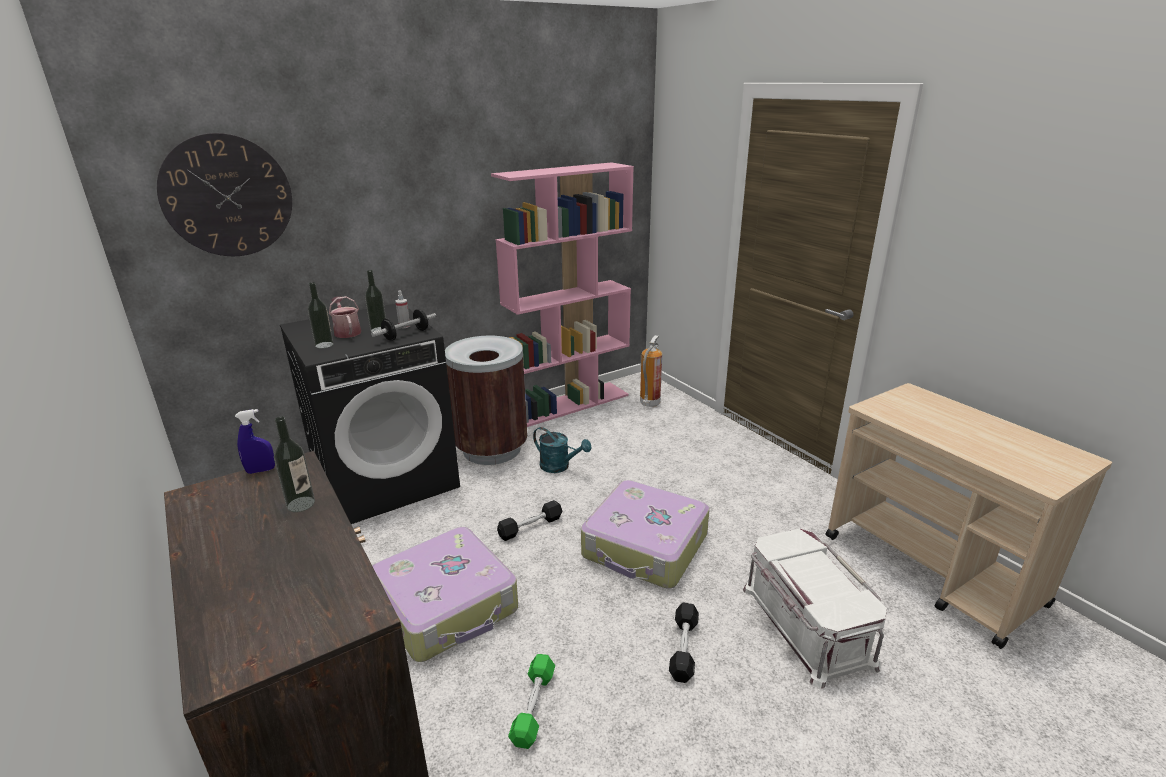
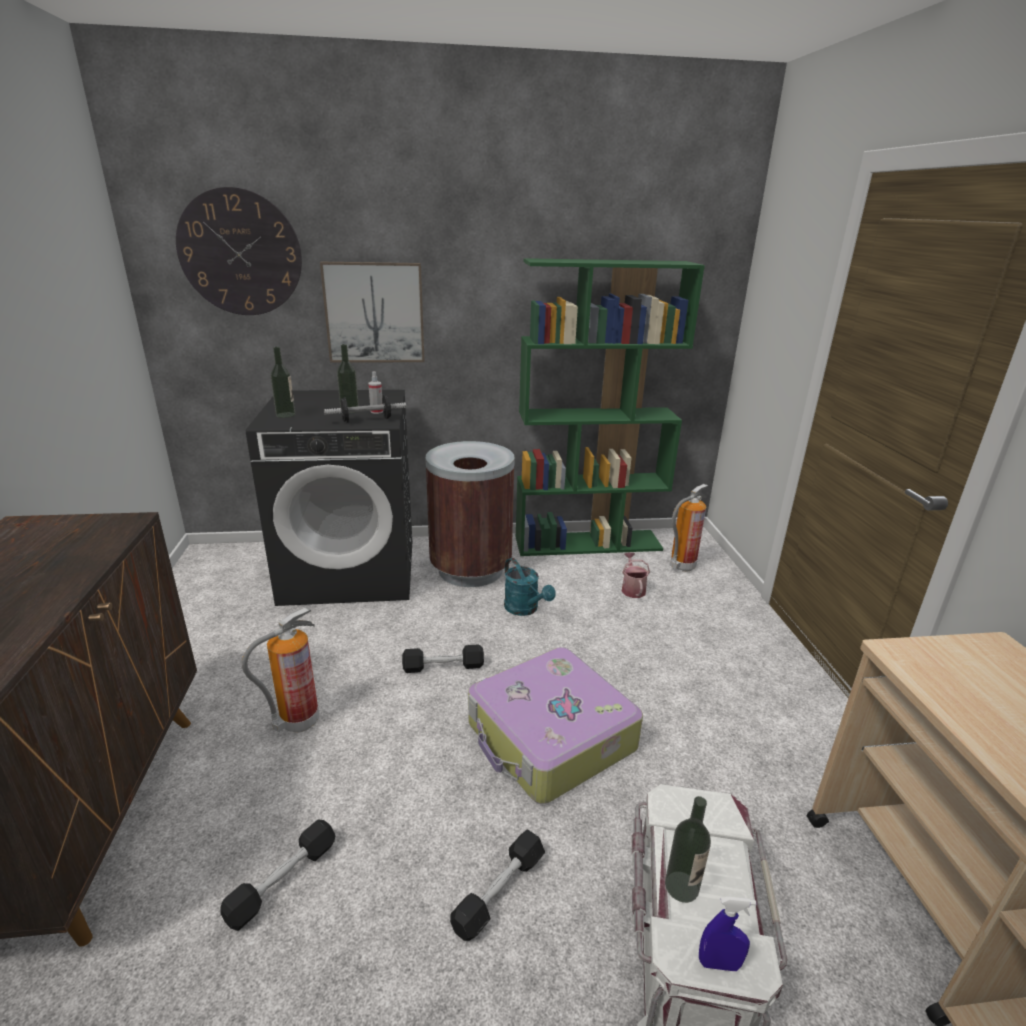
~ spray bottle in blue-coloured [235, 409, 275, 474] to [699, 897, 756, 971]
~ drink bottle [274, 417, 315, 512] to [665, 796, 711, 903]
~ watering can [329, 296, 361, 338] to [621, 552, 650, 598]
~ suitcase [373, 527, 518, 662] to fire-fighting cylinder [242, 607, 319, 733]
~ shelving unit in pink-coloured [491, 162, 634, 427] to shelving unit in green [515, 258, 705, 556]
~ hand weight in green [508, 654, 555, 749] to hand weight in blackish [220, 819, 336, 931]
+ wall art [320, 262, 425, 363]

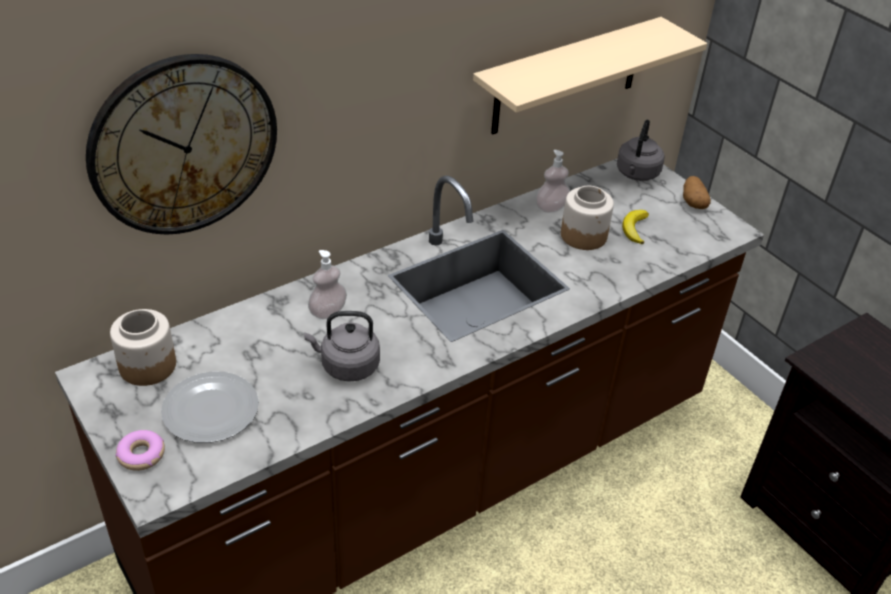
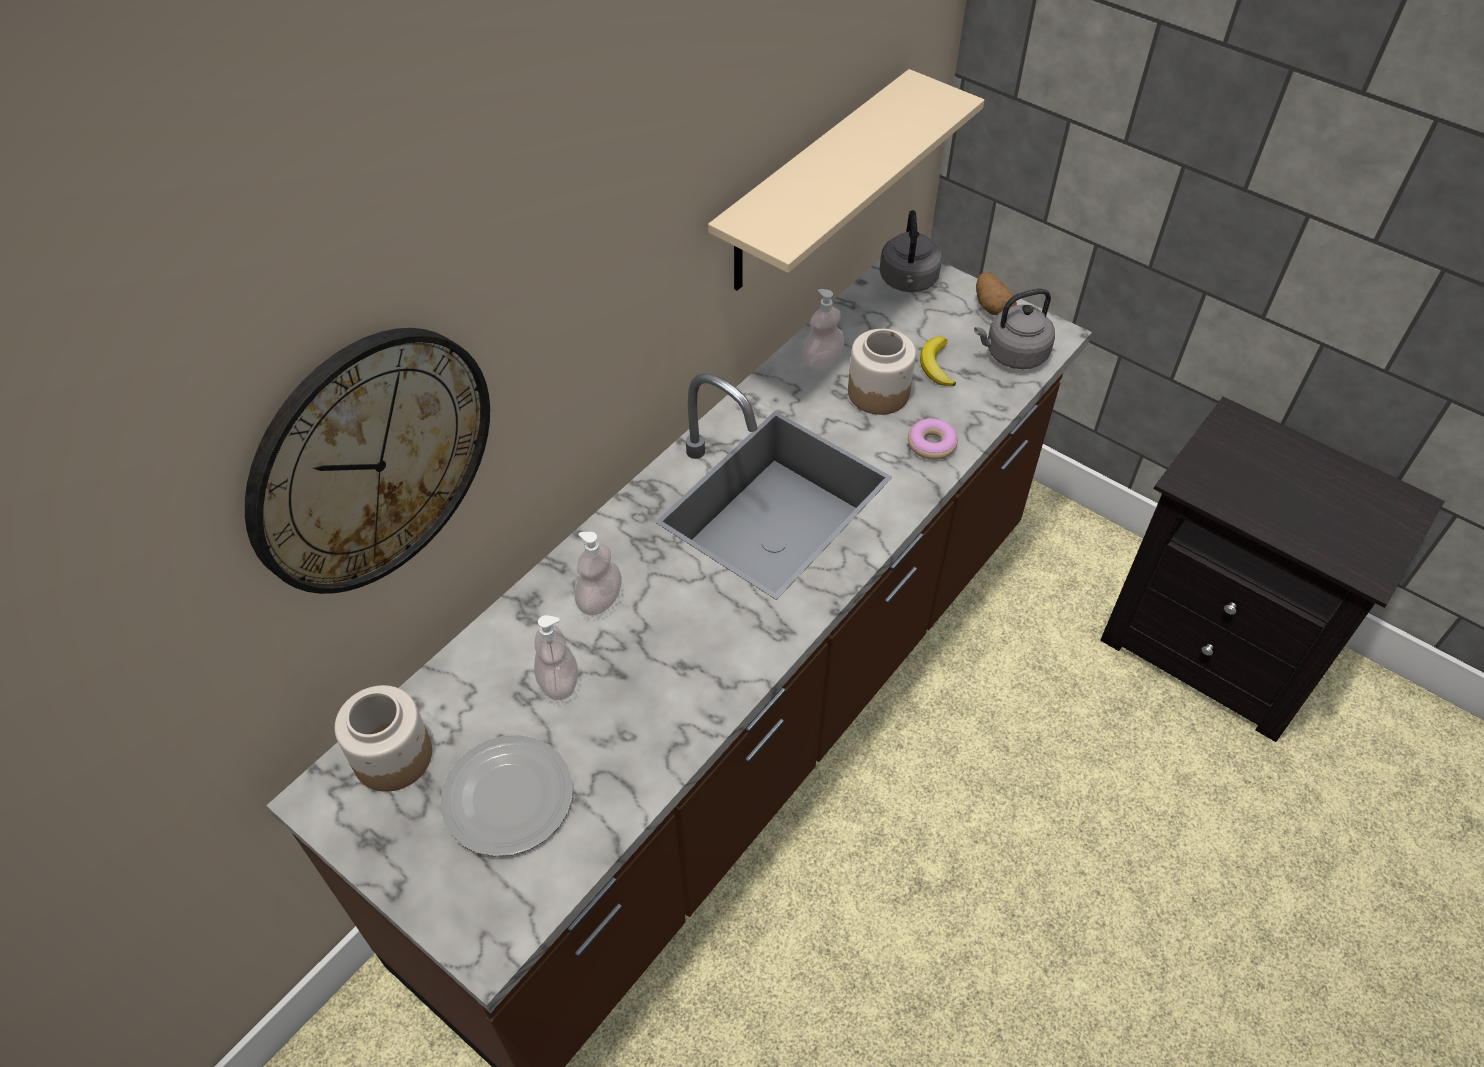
~ donut [115, 430, 165, 471] to [908, 418, 958, 460]
~ tea kettle in greyish [304, 311, 380, 382] to [974, 288, 1055, 369]
+ soap bottle [534, 615, 578, 700]

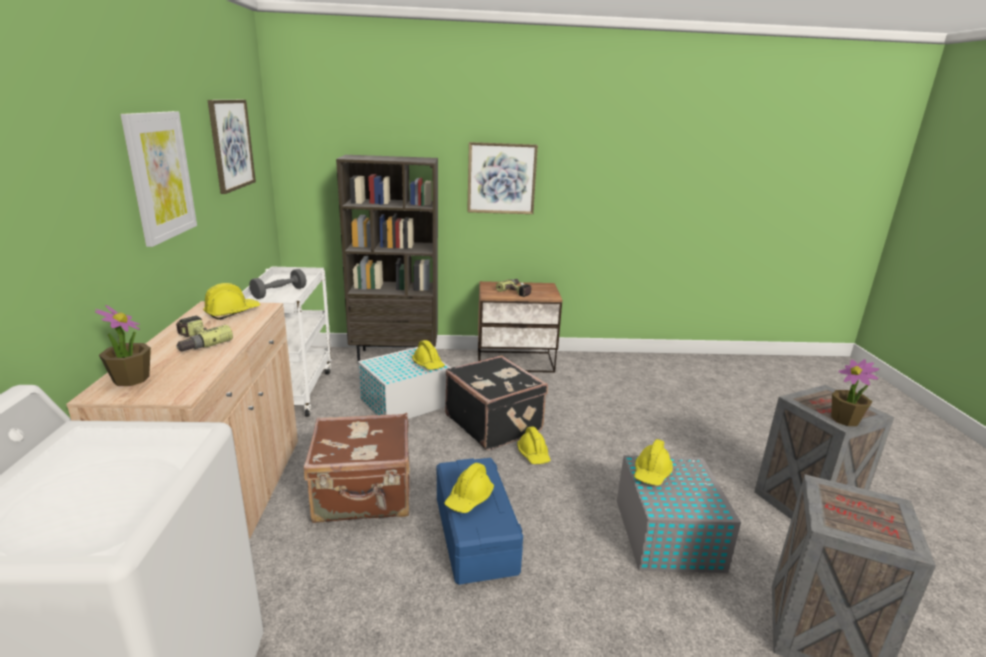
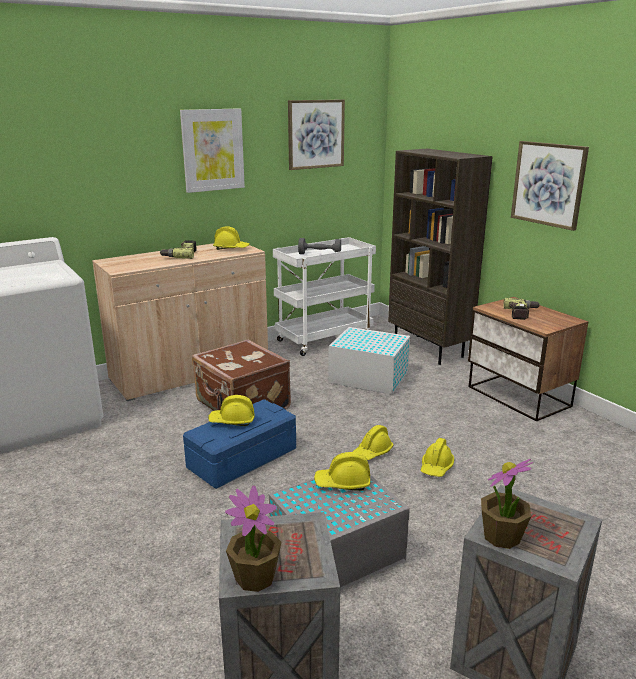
~ plant in a pot [95, 305, 151, 386] to [225, 485, 281, 592]
~ work helmet in yellow [412, 340, 445, 370] to [421, 438, 454, 477]
- suitcase in blackish [445, 355, 548, 450]

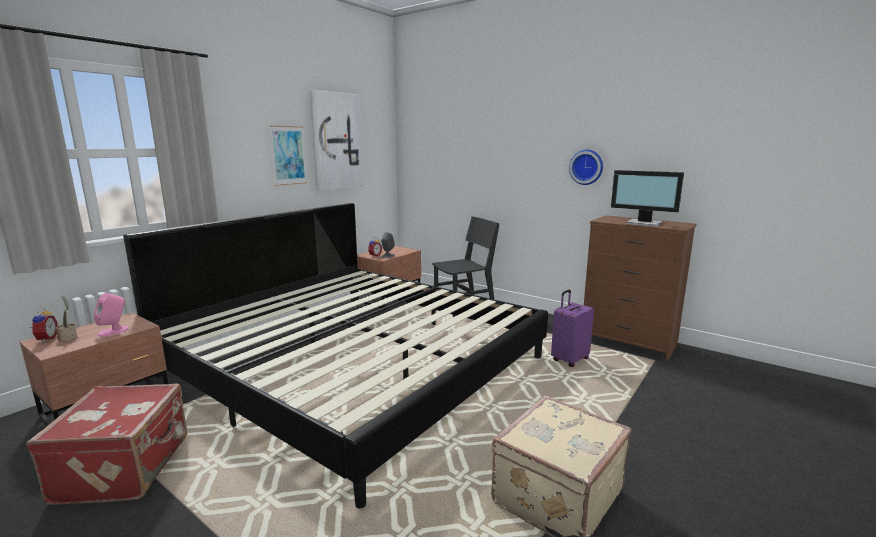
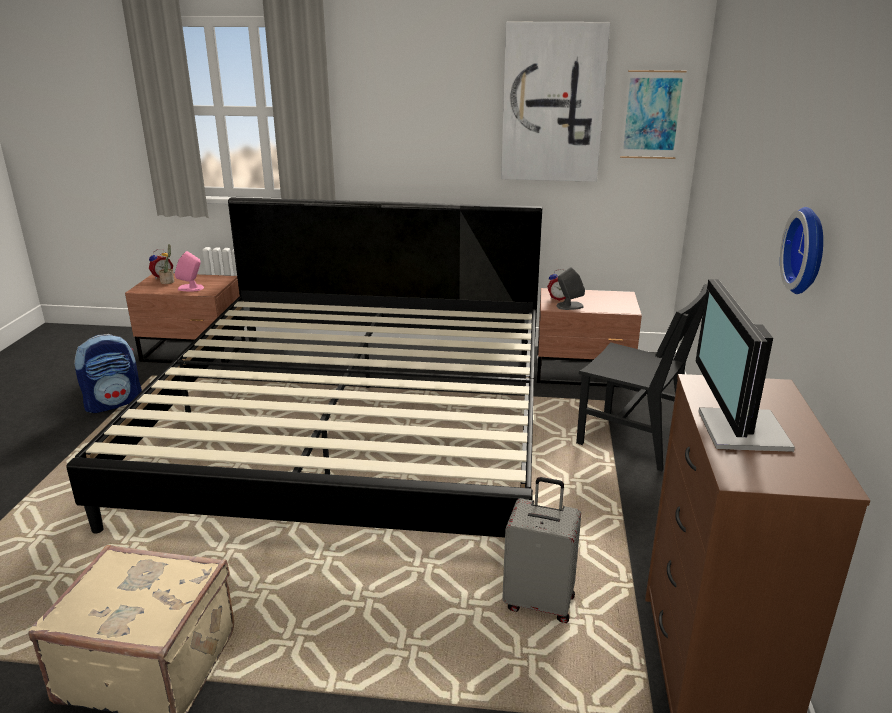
~ suitcase in red-coloured [26, 384, 187, 505] to knapsack [74, 334, 142, 413]
~ wall art [270, 126, 307, 186] to [620, 70, 687, 159]
~ suitcase in purple-coloured [551, 290, 594, 367] to suitcase in greyish [502, 477, 581, 623]

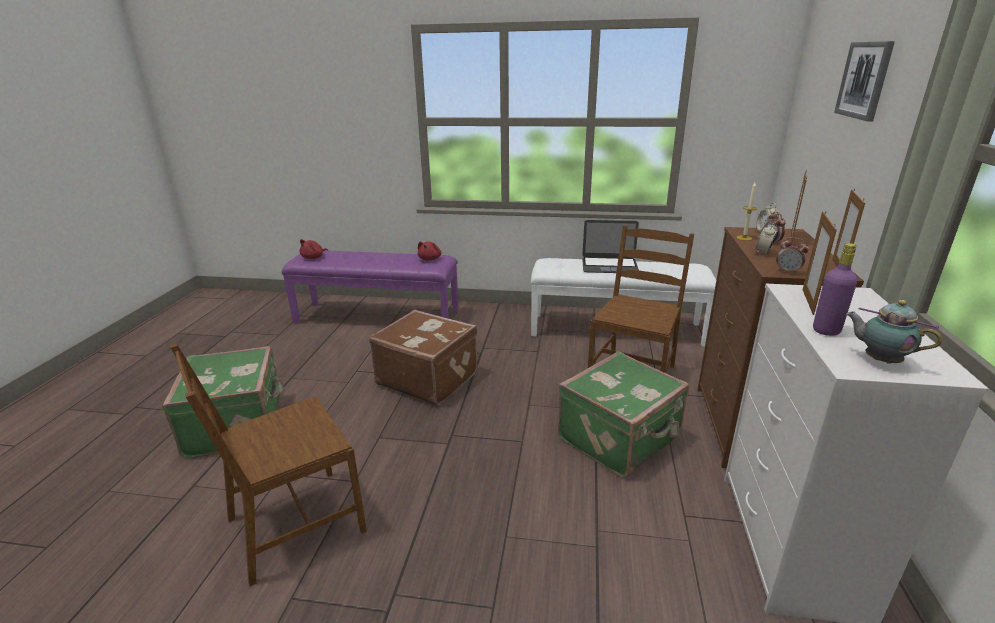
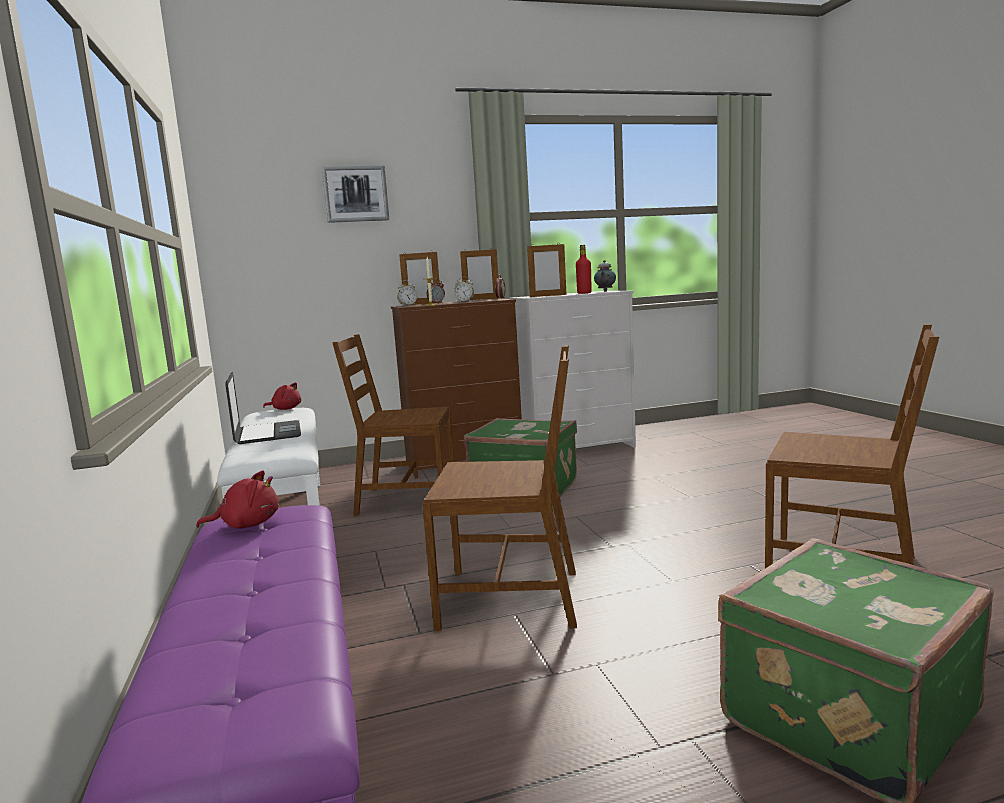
~ plush toy in red-coloured [300, 239, 328, 259] to [263, 382, 301, 410]
~ suitcase in brown [369, 310, 478, 406] to plain chair in brown [422, 346, 577, 631]
~ drink bottle in purple-coloured [813, 243, 857, 336] to drink bottle in red-coloured [576, 245, 592, 294]

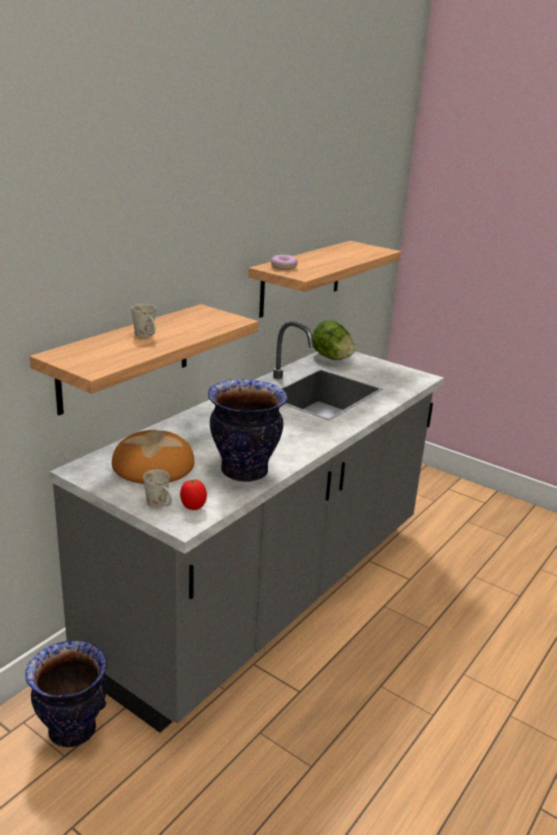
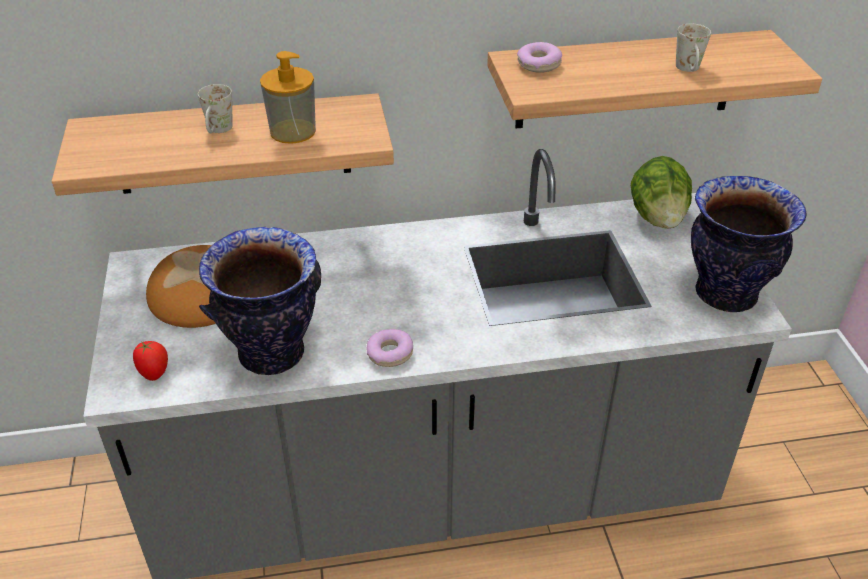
~ decorative vase [25, 641, 107, 747] to [691, 176, 807, 312]
~ tea mug in whitish [143, 470, 172, 508] to [676, 24, 711, 72]
+ soap bottle [260, 51, 316, 144]
+ donut [366, 329, 413, 367]

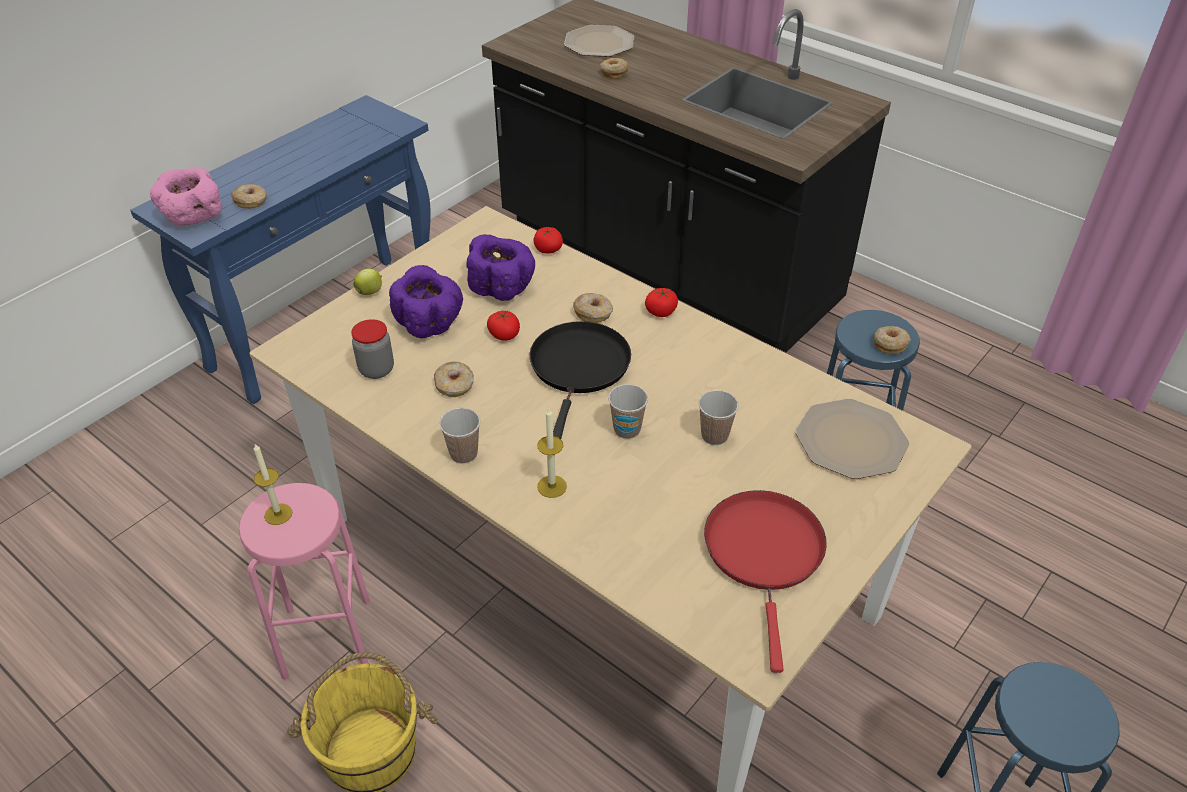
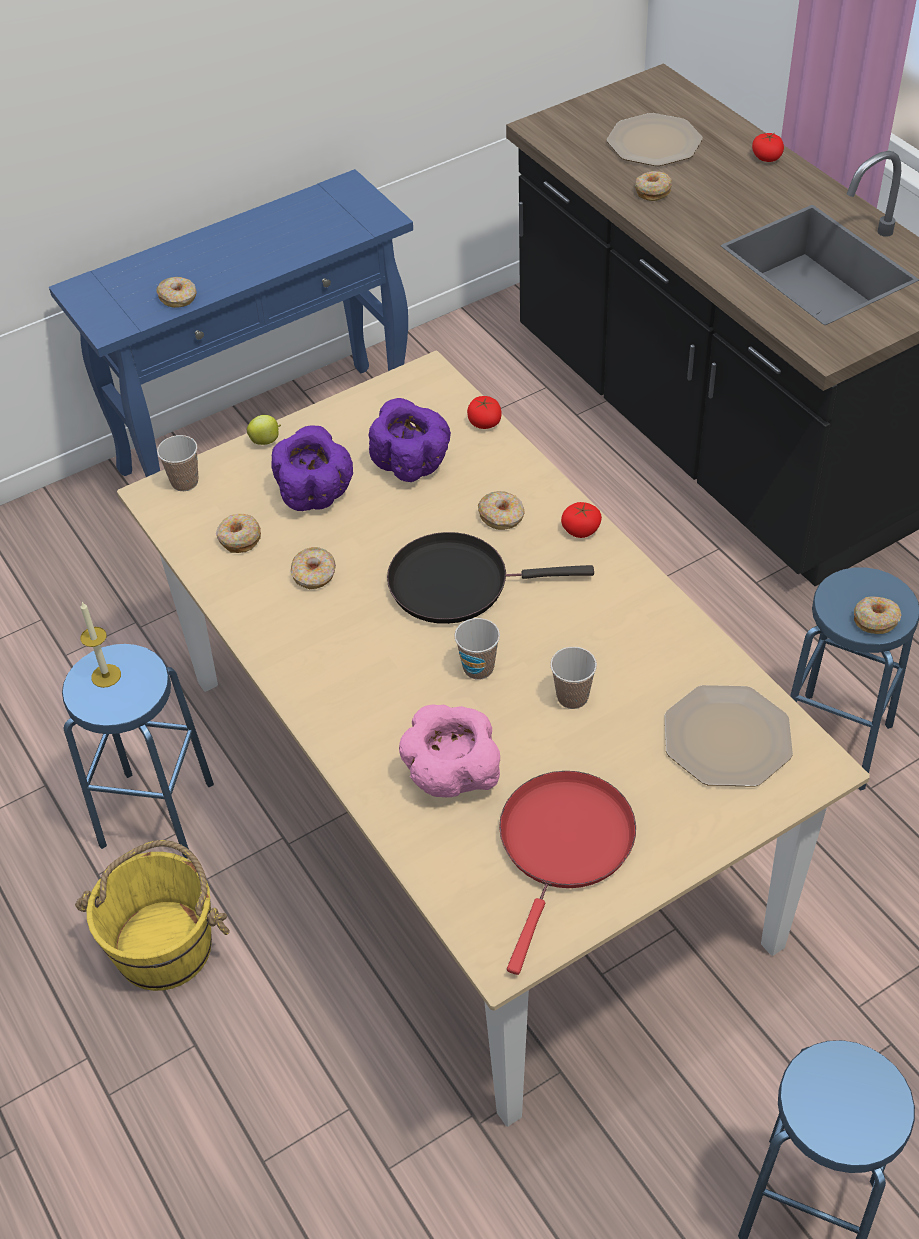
~ deep dish in pink-coloured [150, 168, 222, 226] to [399, 704, 500, 798]
~ sitting stool in pink-coloured [239, 483, 370, 680] to sitting stool in blue-coloured [62, 644, 214, 859]
~ storage jar [351, 319, 394, 379] to donut [216, 514, 261, 553]
~ drinking cup [439, 408, 480, 464] to [157, 435, 198, 491]
~ fresh tomato [487, 311, 520, 341] to [752, 133, 784, 162]
~ skillet in blackish [530, 321, 631, 439] = [387, 532, 594, 624] 120 degrees counterclockwise
- wax candle [537, 408, 567, 498]

